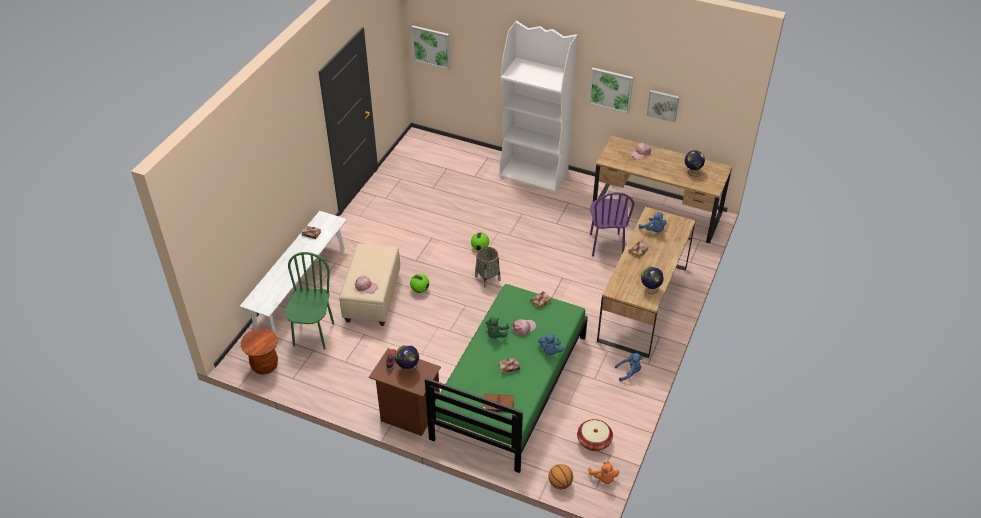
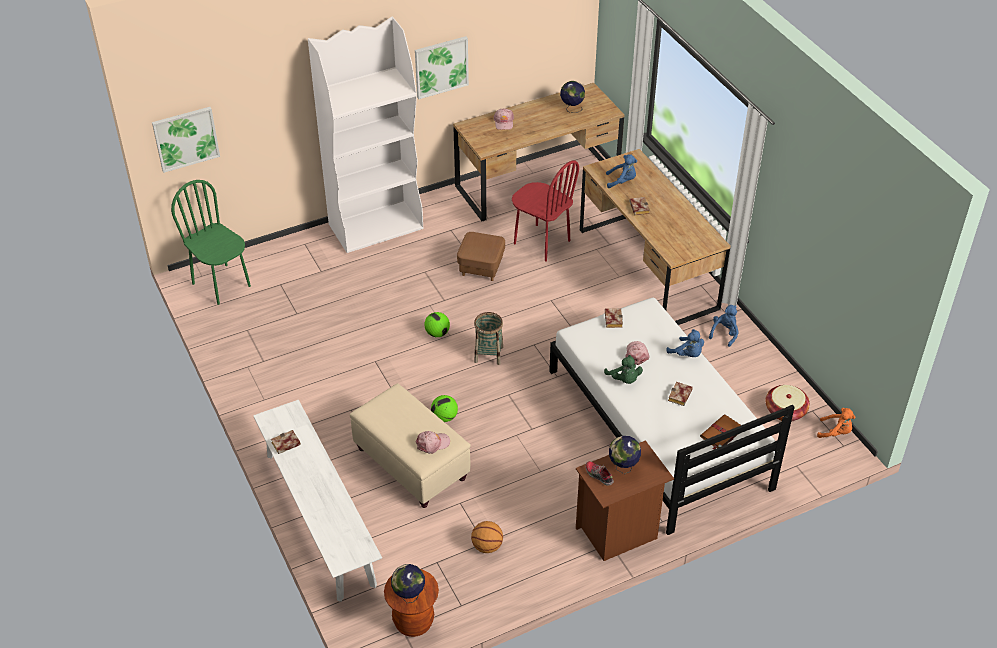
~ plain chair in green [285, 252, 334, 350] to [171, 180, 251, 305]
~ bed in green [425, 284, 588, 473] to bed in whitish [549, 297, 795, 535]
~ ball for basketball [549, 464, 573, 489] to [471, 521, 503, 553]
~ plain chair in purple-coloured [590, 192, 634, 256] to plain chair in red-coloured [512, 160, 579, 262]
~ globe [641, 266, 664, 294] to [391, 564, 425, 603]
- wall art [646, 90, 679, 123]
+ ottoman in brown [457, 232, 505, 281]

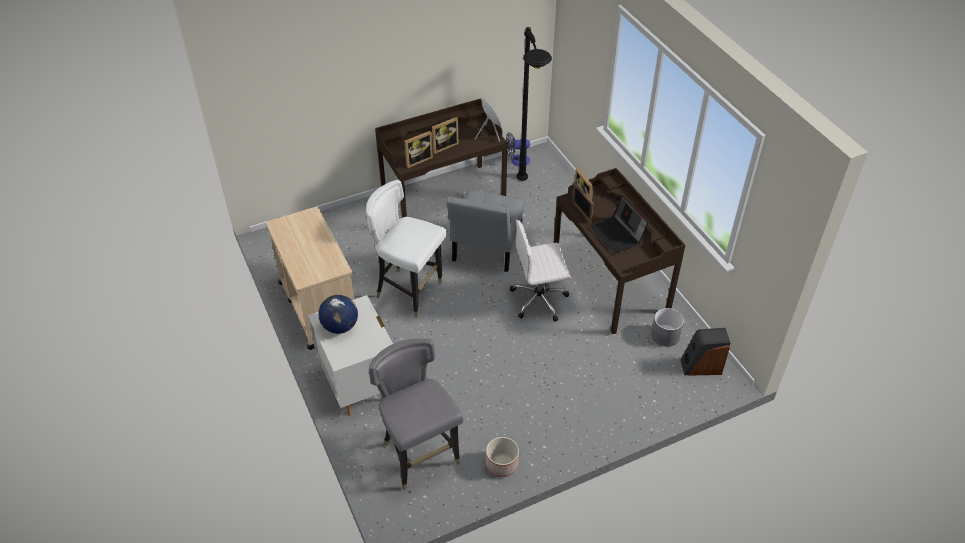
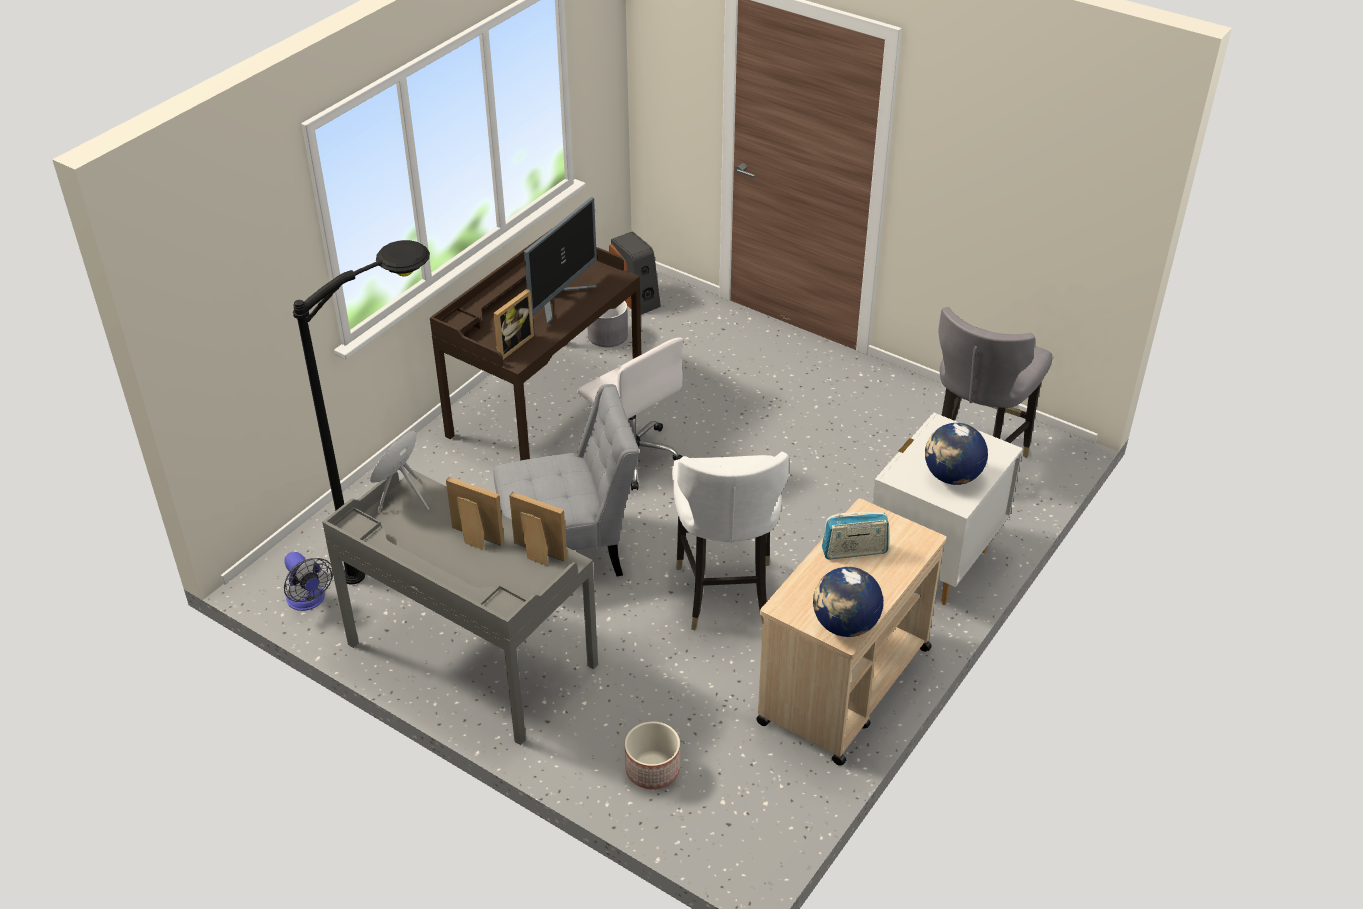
~ desk unit in brown [375, 99, 508, 218] to desk unit in greyish [322, 470, 598, 745]
~ planter [486, 437, 519, 477] to [625, 721, 680, 789]
- picture frame [572, 182, 594, 224]
~ portable computer [590, 195, 648, 254] to computer screen [524, 197, 597, 324]
+ globe [813, 567, 883, 637]
+ radio receiver [822, 512, 889, 560]

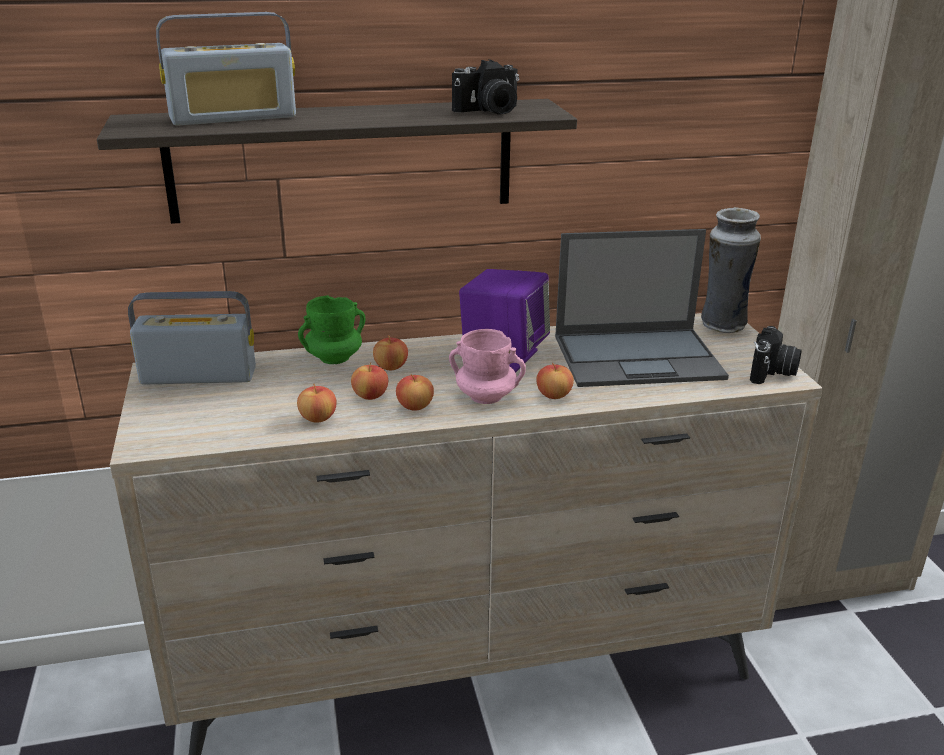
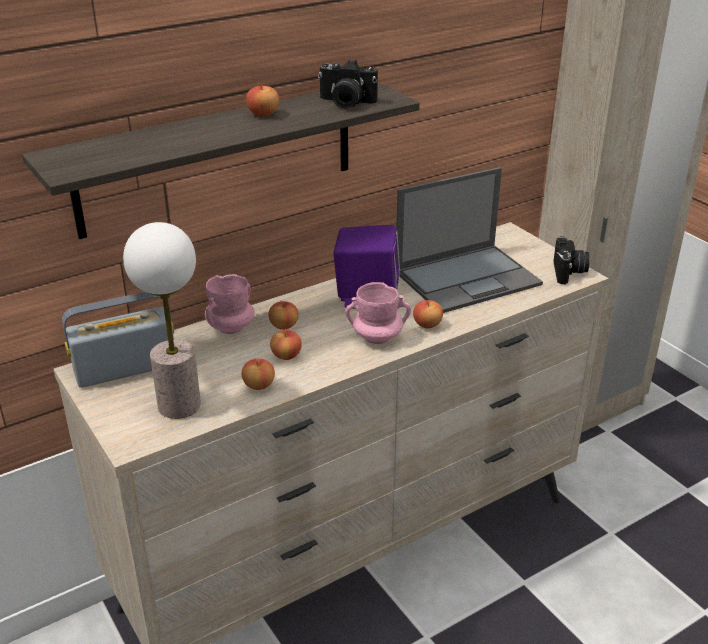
- radio receiver [156, 12, 296, 126]
~ tea mug in green [298, 295, 366, 364] to tea mug in pink-coloured [205, 274, 255, 334]
~ whole apple [396, 374, 434, 411] to [246, 83, 279, 117]
~ still camera [452, 60, 519, 114] = [318, 60, 378, 109] 60 degrees clockwise
- decorative vase [701, 207, 761, 333]
+ lamp for a table [123, 222, 201, 419]

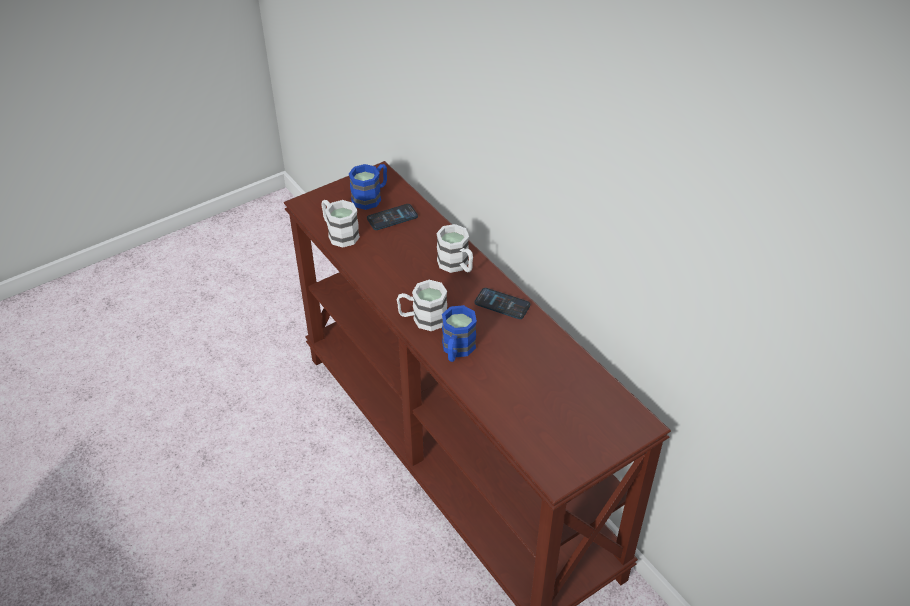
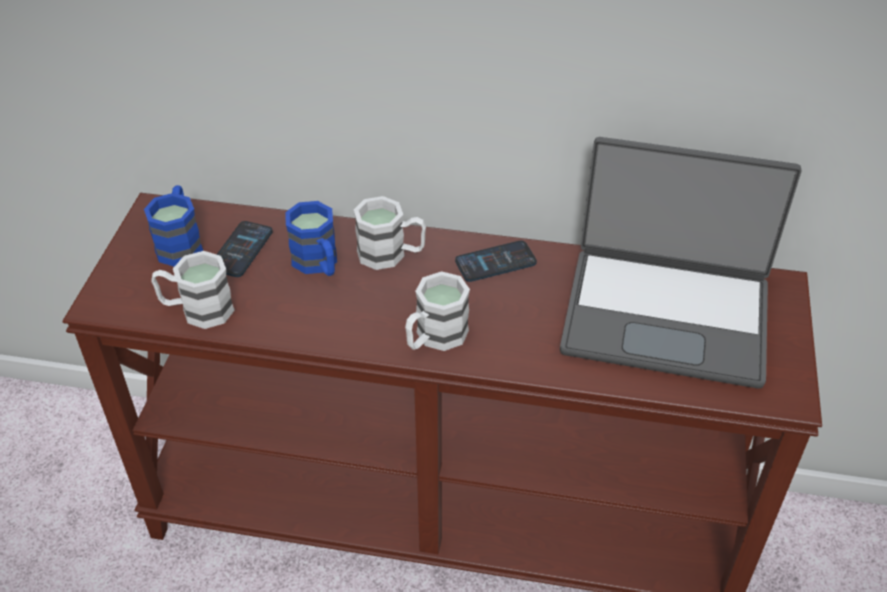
~ tea mug in blue-coloured [442, 305, 477, 362] to [285, 201, 337, 276]
+ portable computer [560, 137, 801, 389]

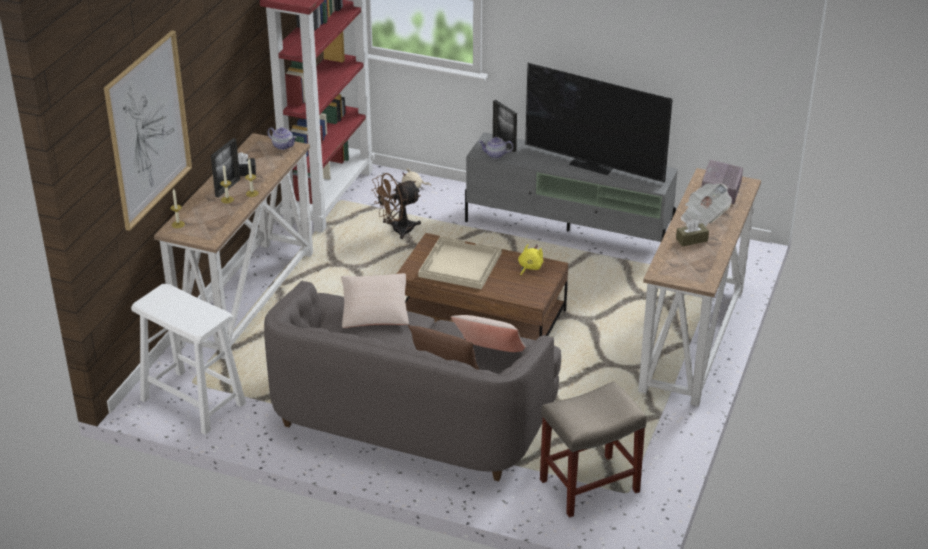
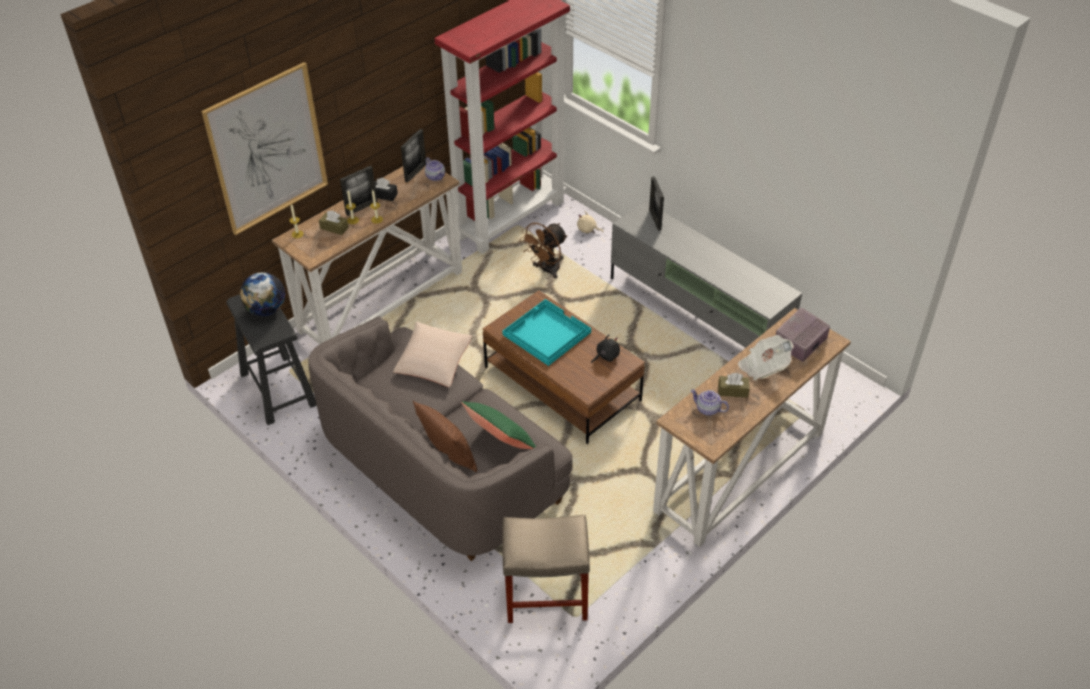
~ sitting stool in whitish [131, 284, 246, 435] to sitting stool in blackish [226, 294, 317, 425]
~ cooling fan in brown [371, 173, 421, 239] = [521, 223, 568, 278] 45 degrees counterclockwise
~ carrying tray in beige-coloured [418, 236, 502, 289] to carrying tray in blue-green [503, 299, 591, 366]
~ throw pillow in beige-coloured [451, 315, 526, 352] to throw pillow in green [461, 401, 536, 449]
~ pot for tea [479, 137, 513, 159] to [690, 389, 729, 416]
~ plush toy in yellow [518, 244, 543, 276] to plush toy in blackish [591, 334, 620, 363]
- TV set [525, 63, 672, 182]
+ globe [240, 272, 285, 316]
+ box of tissues in brown [319, 210, 349, 235]
+ picture frame [401, 129, 426, 183]

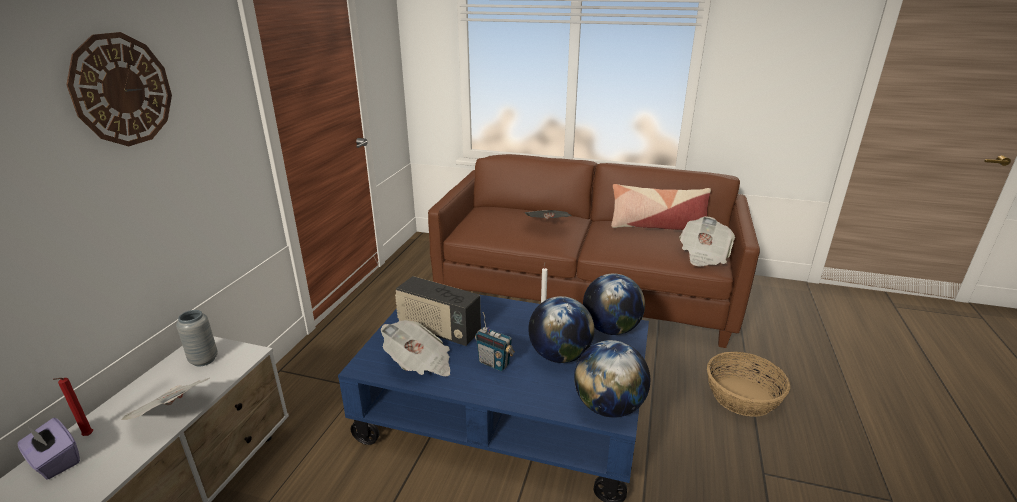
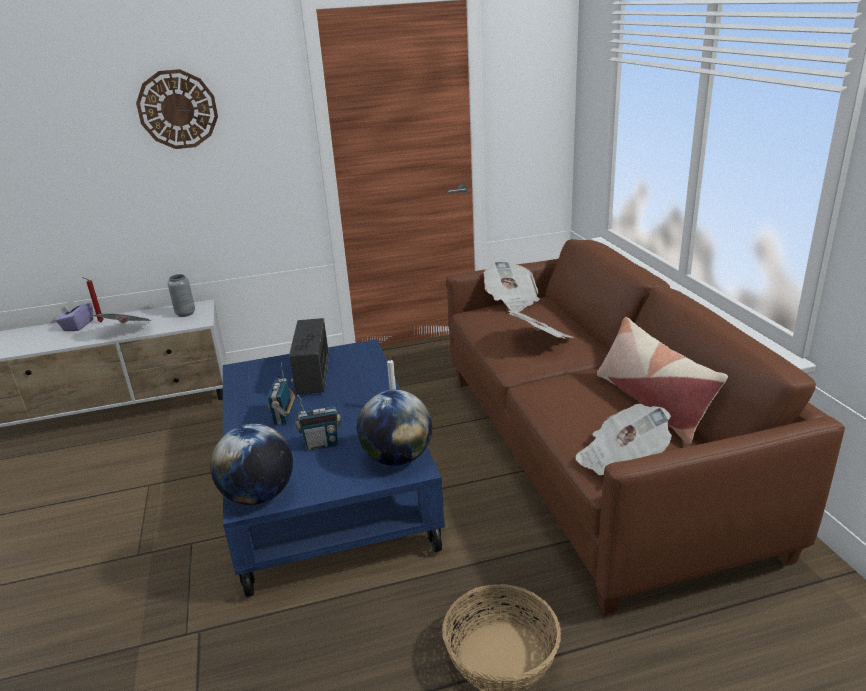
~ printed paper [381, 320, 450, 376] to [484, 261, 540, 312]
~ globe [528, 296, 595, 363] to radio receiver [296, 395, 341, 451]

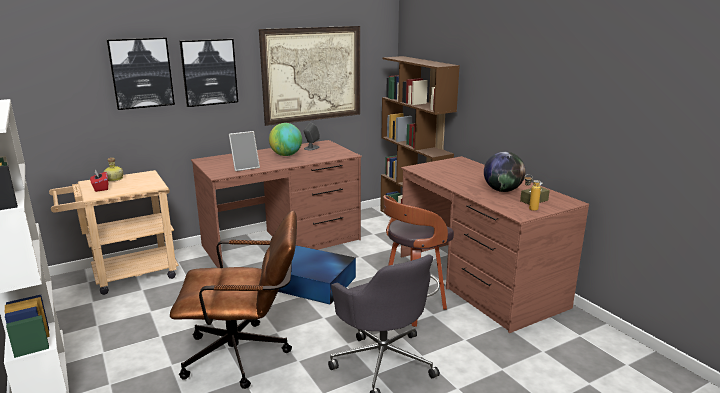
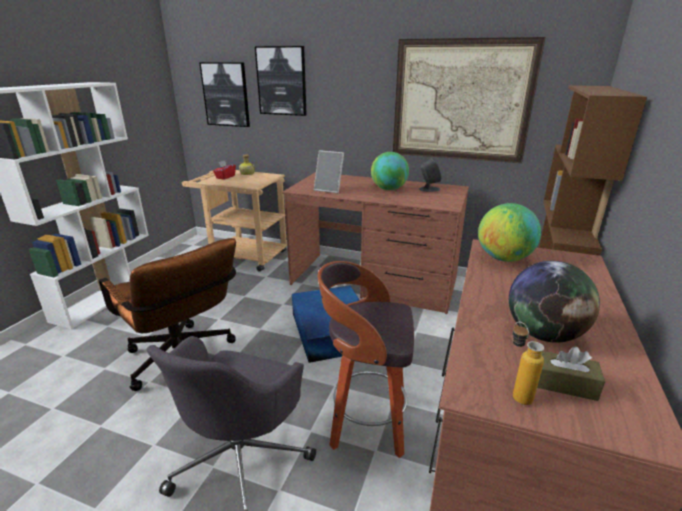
~ wall art [180, 39, 238, 107] to [199, 62, 250, 127]
+ globe [478, 203, 541, 262]

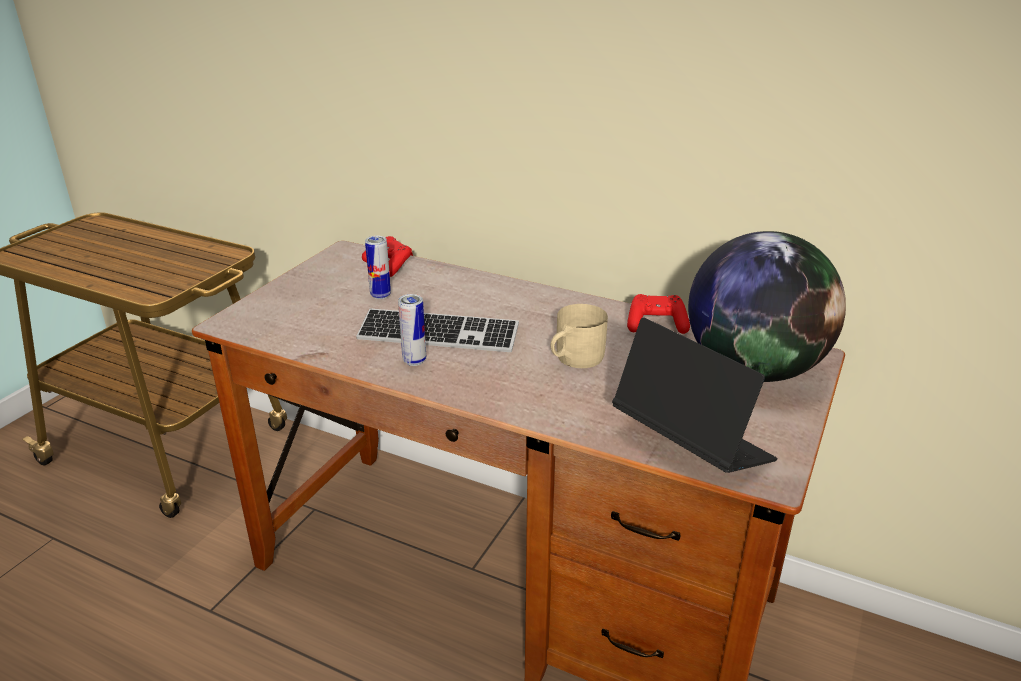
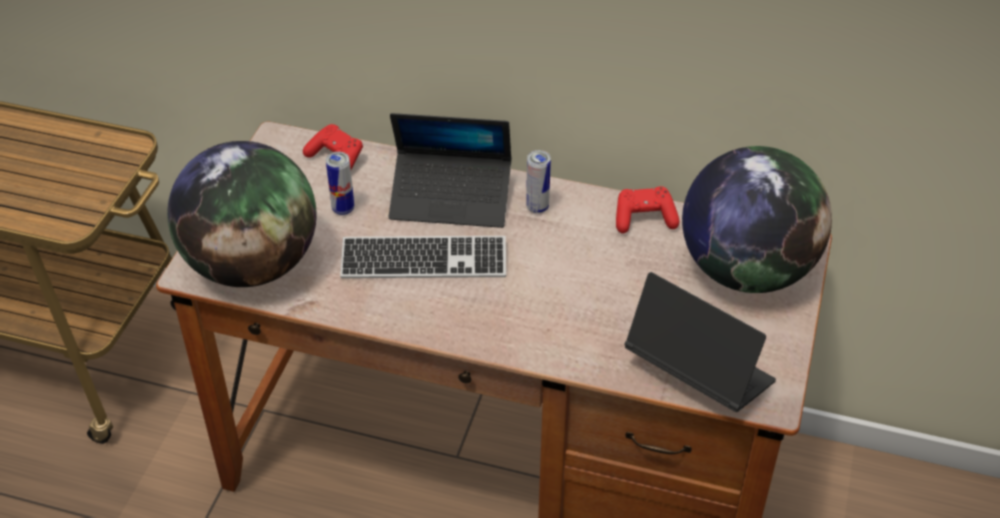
~ can [398, 294, 426, 366] to [526, 150, 551, 214]
- tea mug in beige-coloured [550, 304, 608, 368]
+ globe [167, 141, 317, 287]
+ portable computer [389, 113, 511, 228]

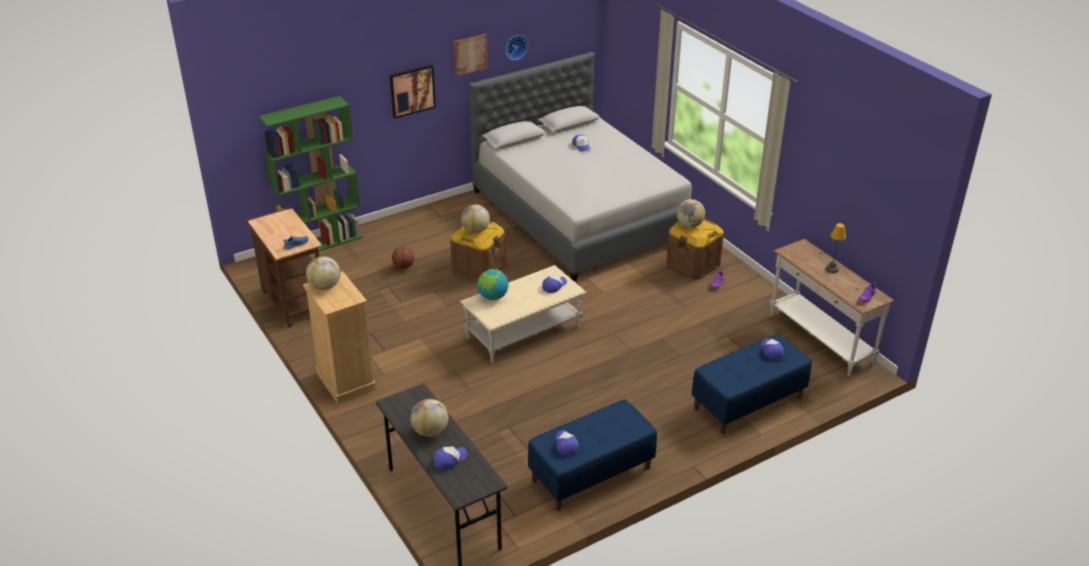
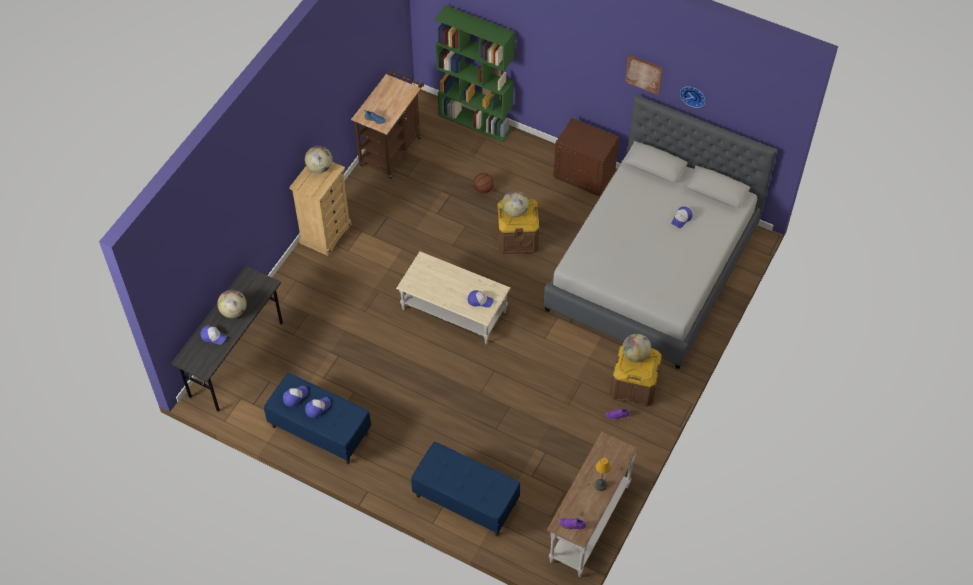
- wall art [390, 65, 436, 119]
- globe [477, 269, 508, 300]
~ baseball cap [761, 339, 784, 360] to [305, 397, 331, 418]
+ night table in brown [553, 118, 619, 196]

